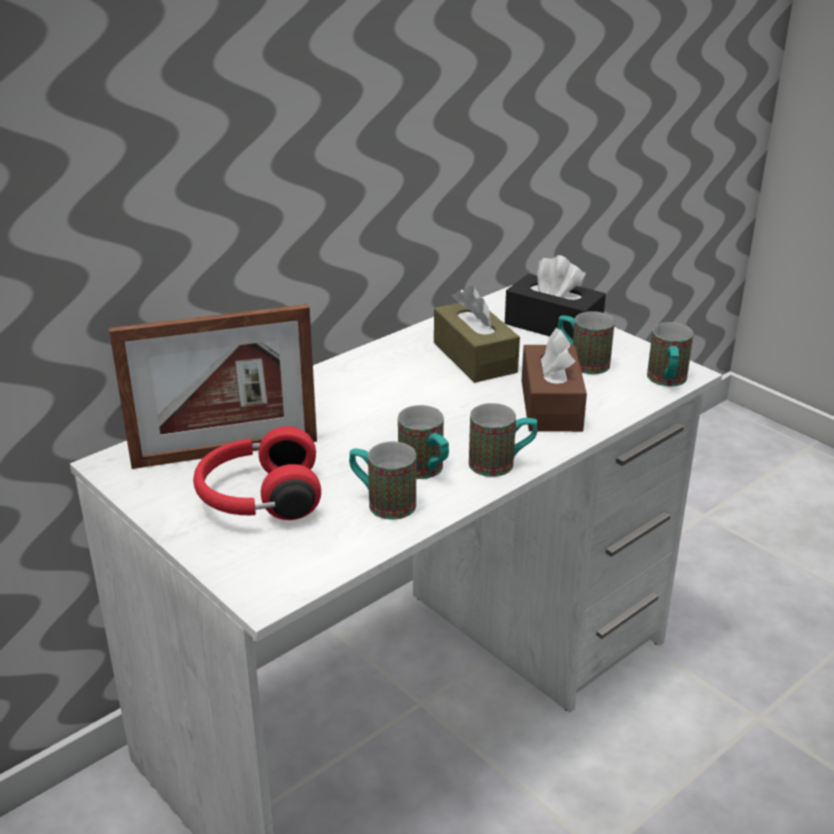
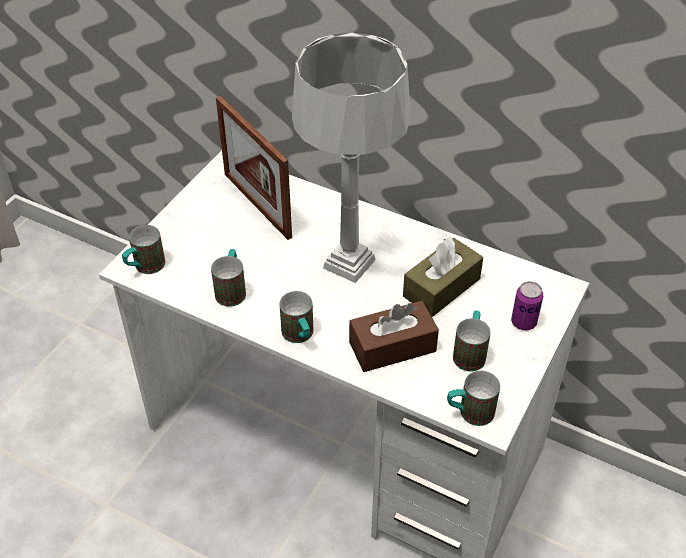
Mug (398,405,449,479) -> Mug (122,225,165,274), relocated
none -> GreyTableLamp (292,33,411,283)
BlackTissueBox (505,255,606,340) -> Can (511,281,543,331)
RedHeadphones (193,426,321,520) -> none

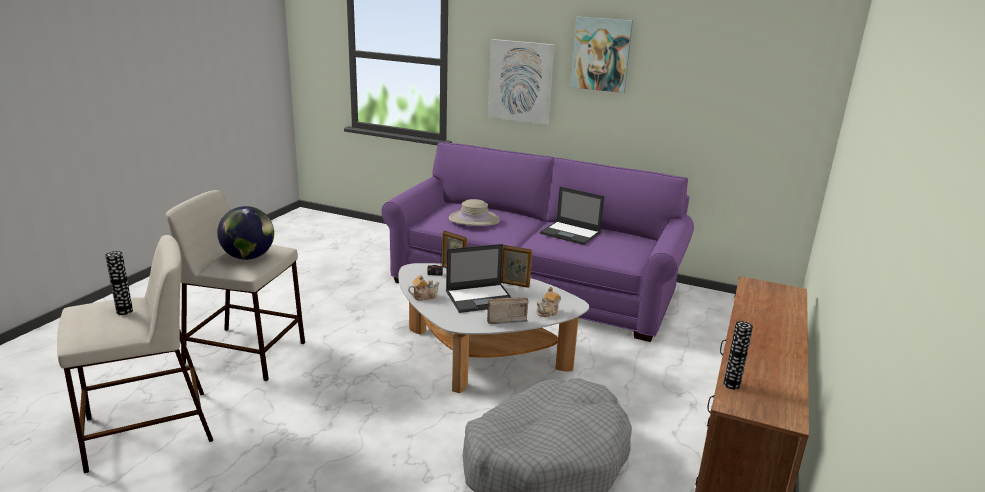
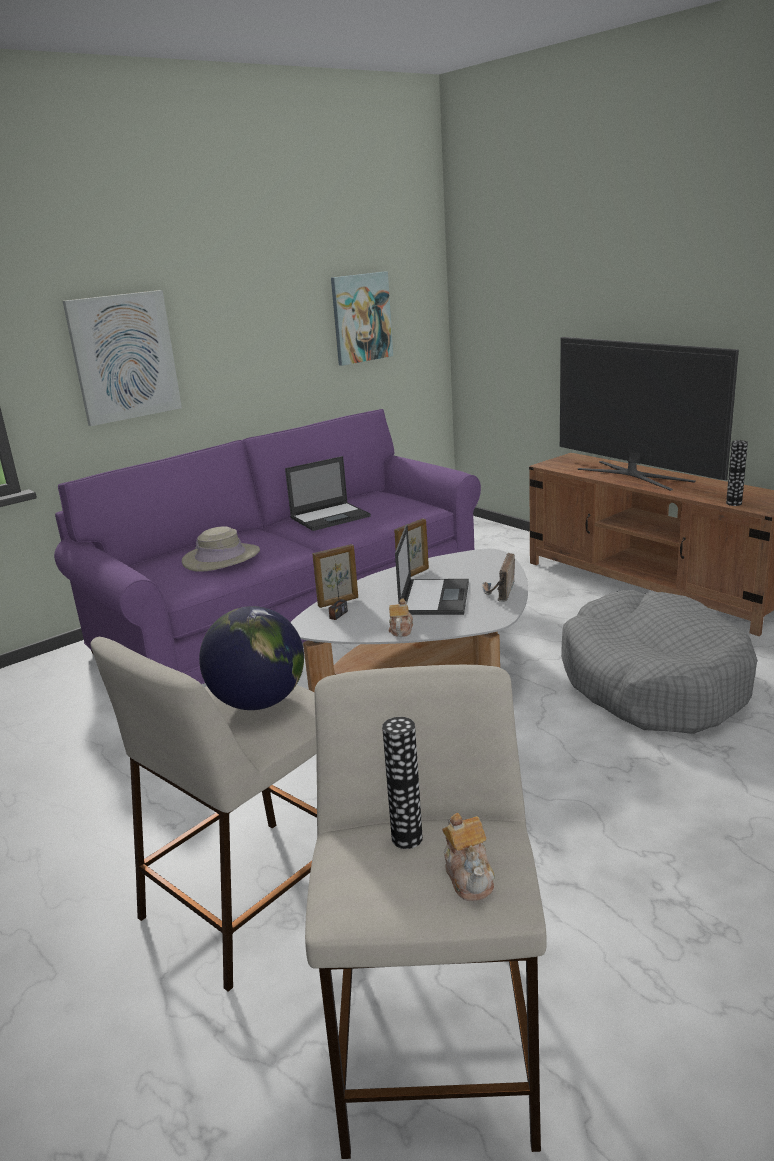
Picture (571,16,633,93) -> Picture (331,271,393,366), relocated
Teapot (536,287,561,317) -> Teapot (442,813,495,901), relocated
none -> Television (560,337,739,491)

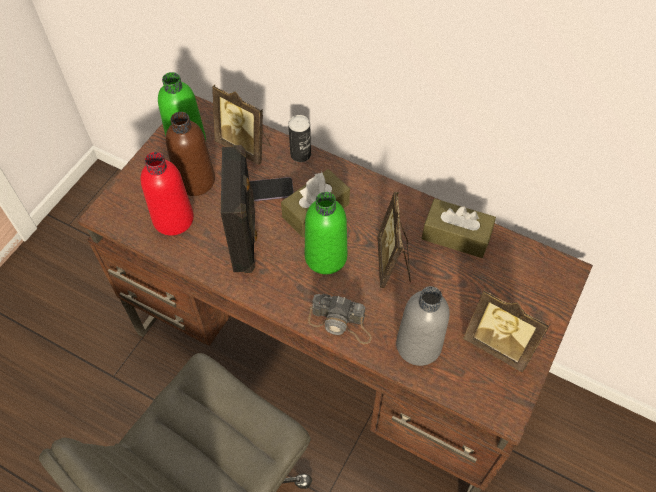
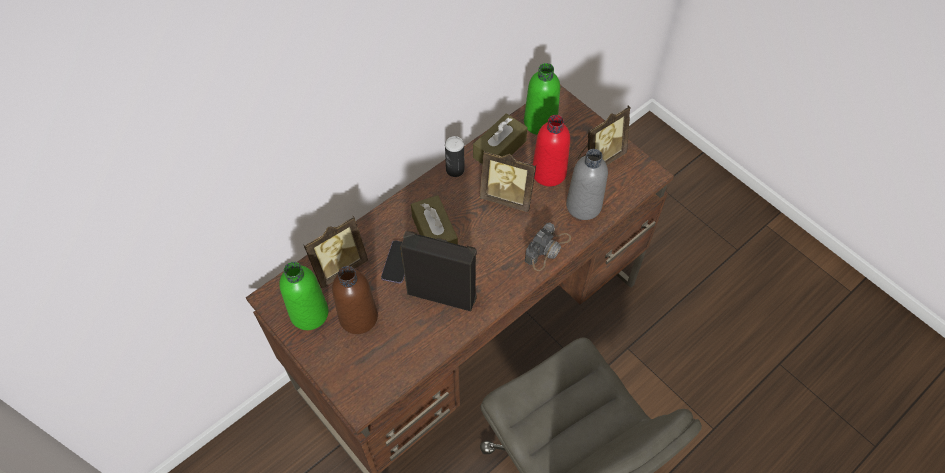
Can (288,115,311,162) -> Can (445,136,465,177), relocated
GreenBottle (305,192,347,274) -> GreenBottle (524,63,560,135), relocated
RedBottle (141,152,194,236) -> RedBottle (533,115,570,186), relocated

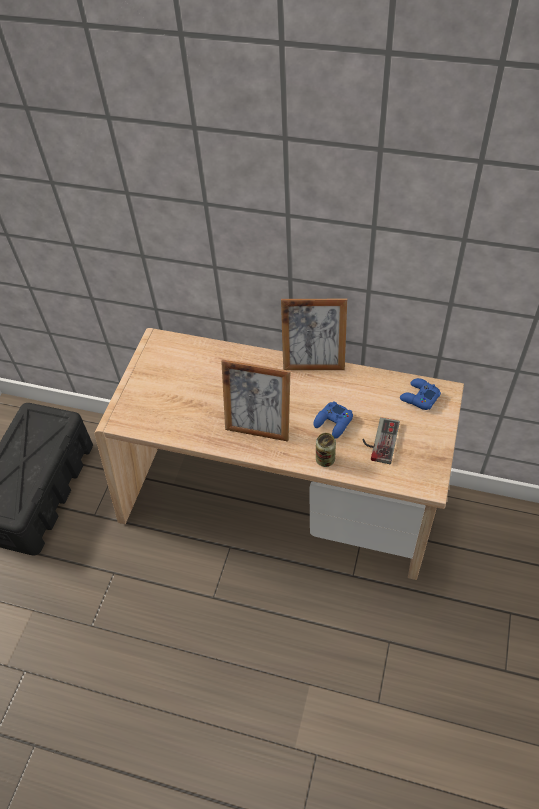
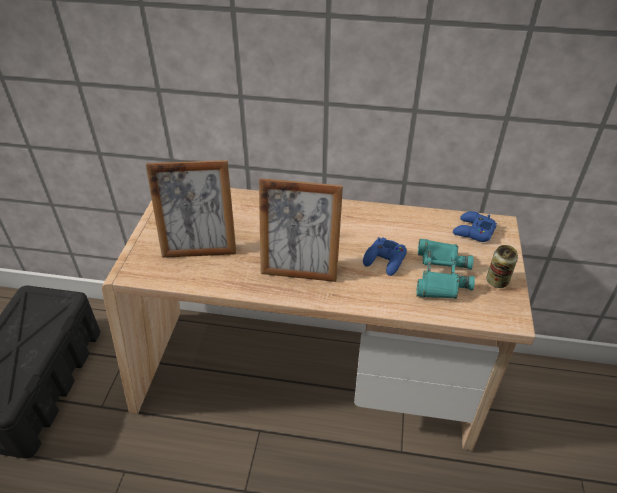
PictureFrame (281,299,347,370) -> PictureFrame (146,160,236,258), relocated
GameController (362,417,400,464) -> TurquoiseBinoculars (416,239,475,299)
Can (316,433,336,467) -> Can (486,245,518,288), relocated

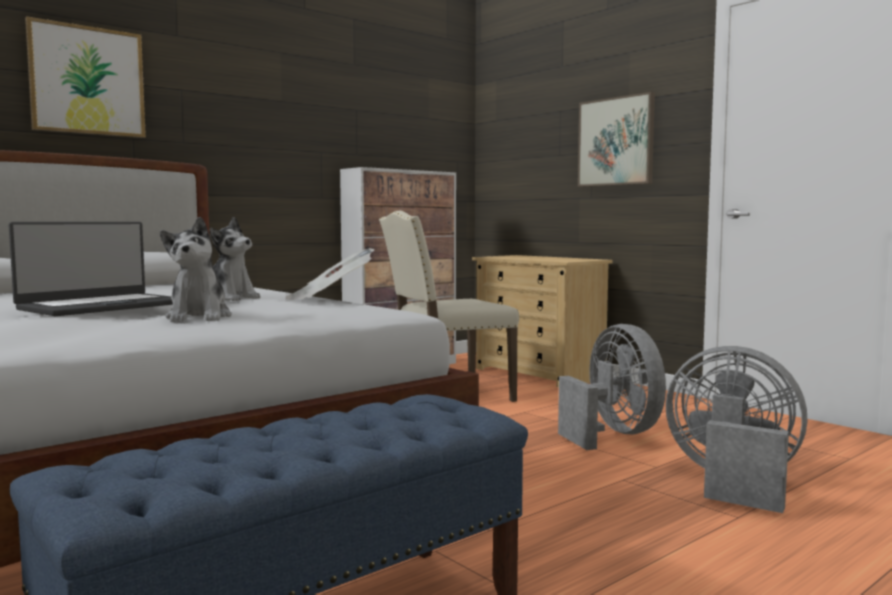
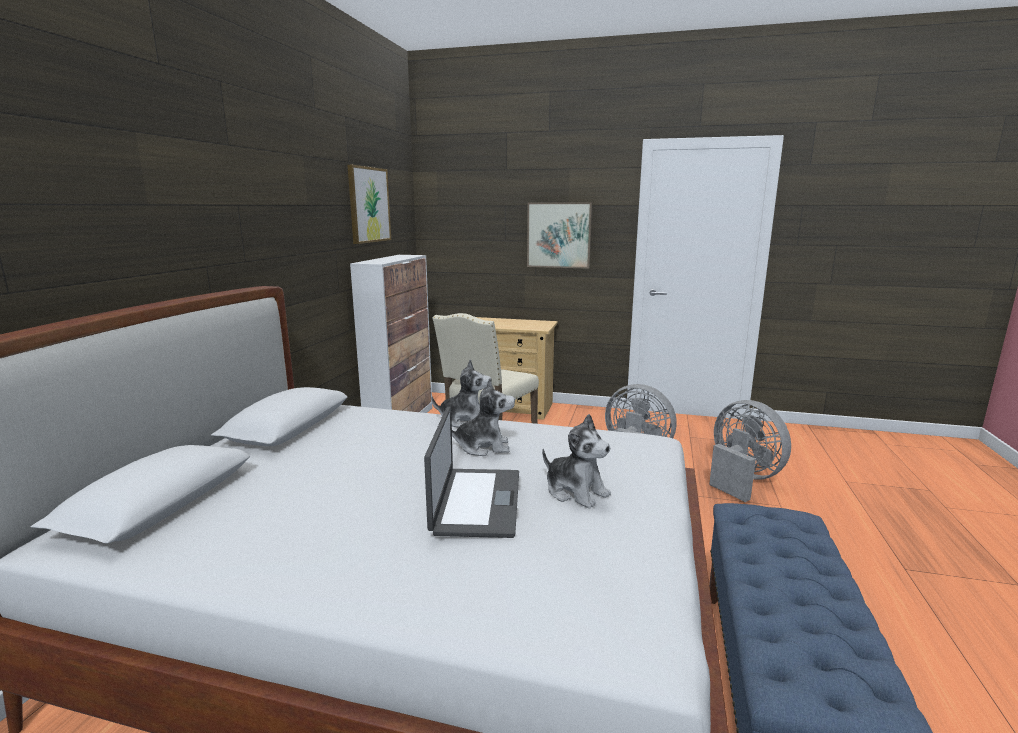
Picture (25,16,146,138) -> Picture (347,165,391,244), relocated
none -> PlushToy (431,359,492,427)
GreyFan (666,346,807,513) -> GreyFan (709,400,791,502), 60 degrees clockwise
Newspaper (286,248,375,300) -> none

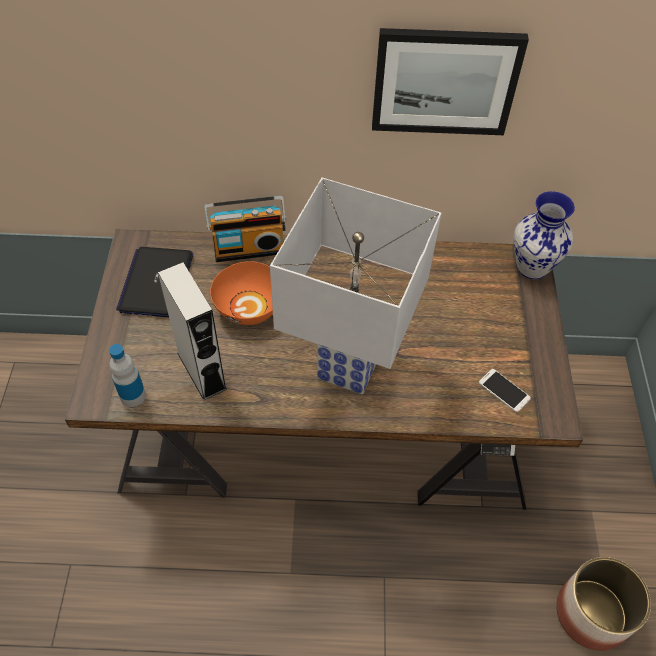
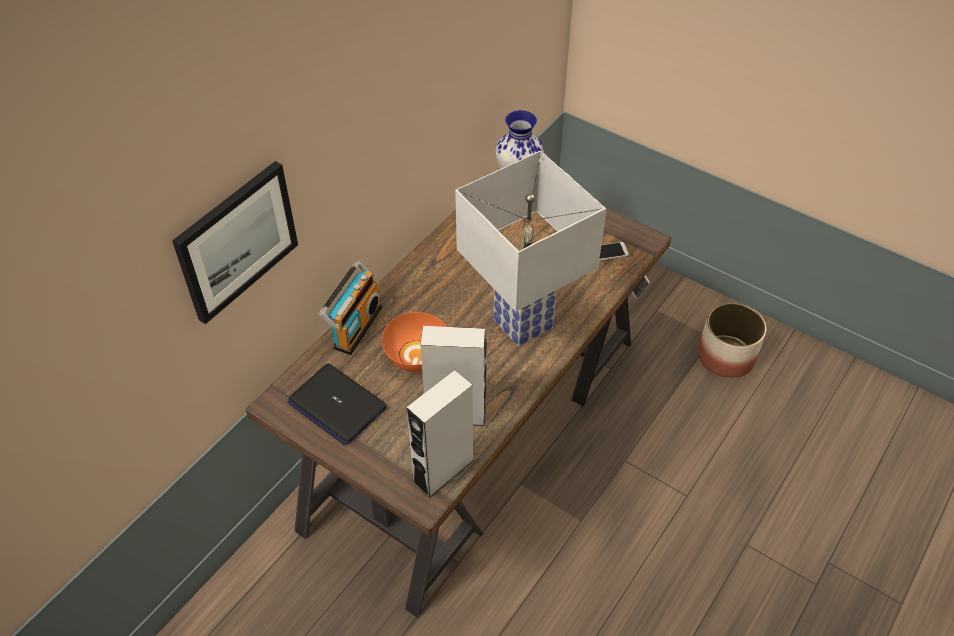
Picture (372,28,529,135) -> Picture (172,161,298,324), relocated
Bottle (109,344,146,407) -> GreySpeaker (406,370,474,498)

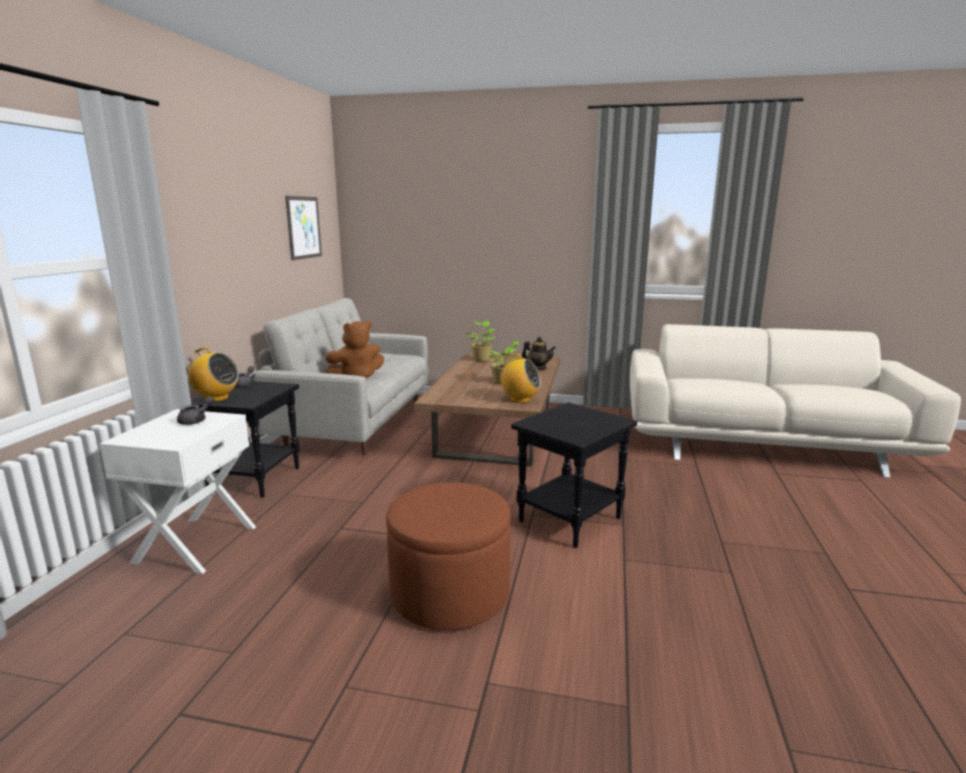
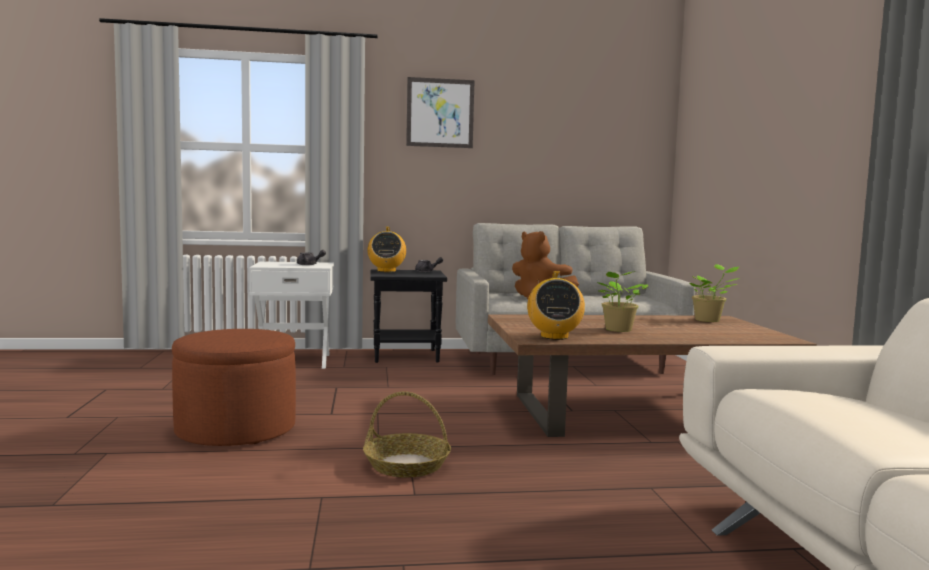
BlackSideTable (511,402,637,548) -> Basket (363,391,451,478)
Picture (285,196,322,260) -> Picture (406,77,475,148), relocated
Teapot (522,337,556,369) -> none

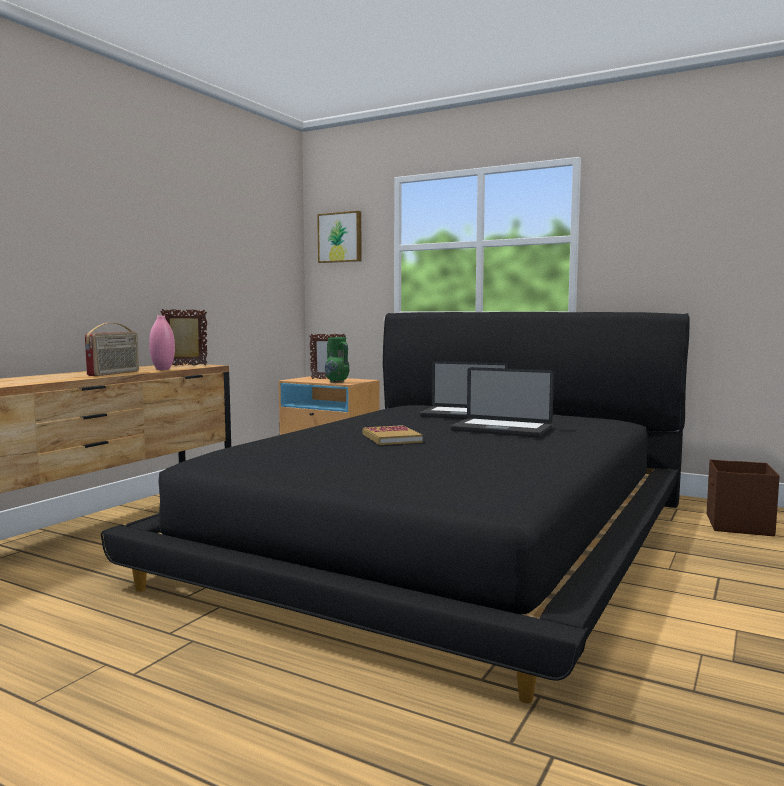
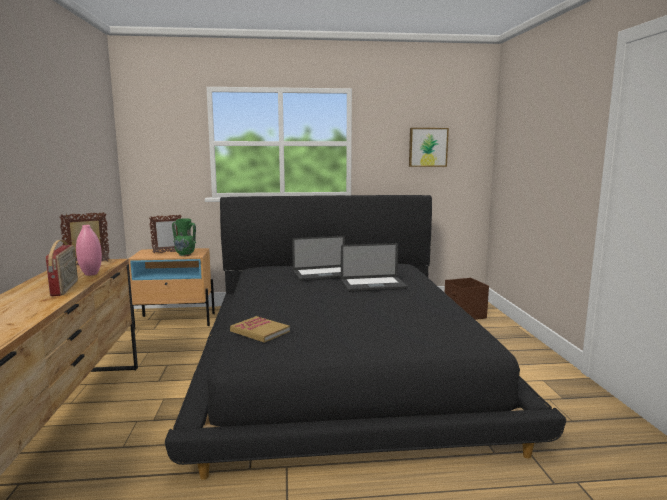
Book (363,425,423,445) -> Book (230,316,290,343), relocated
Picture (317,211,362,263) -> Picture (409,128,449,167), relocated

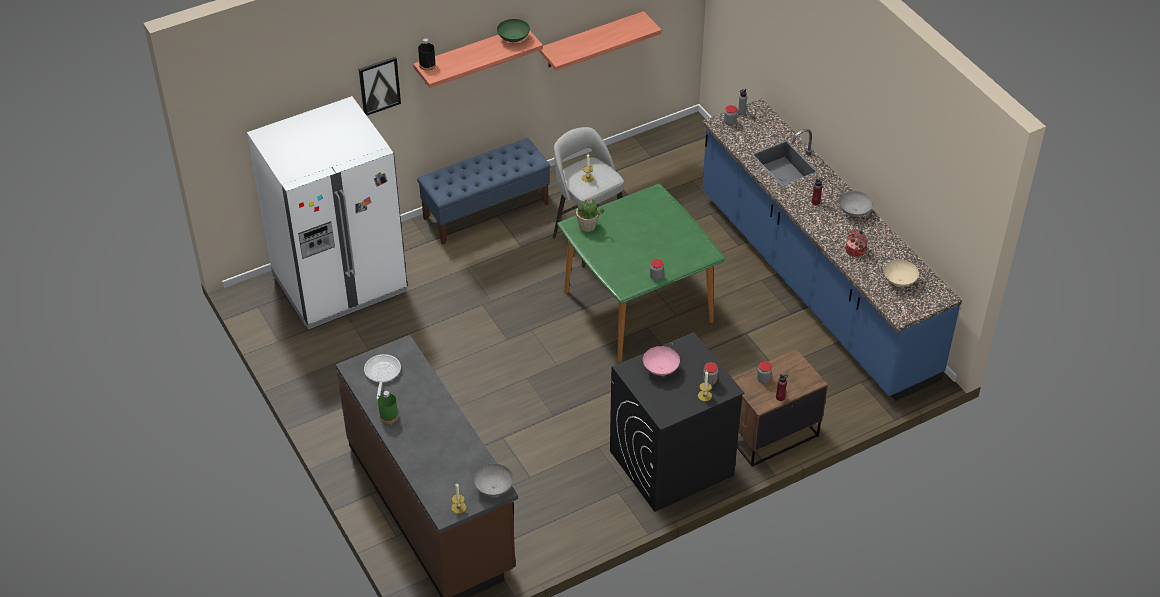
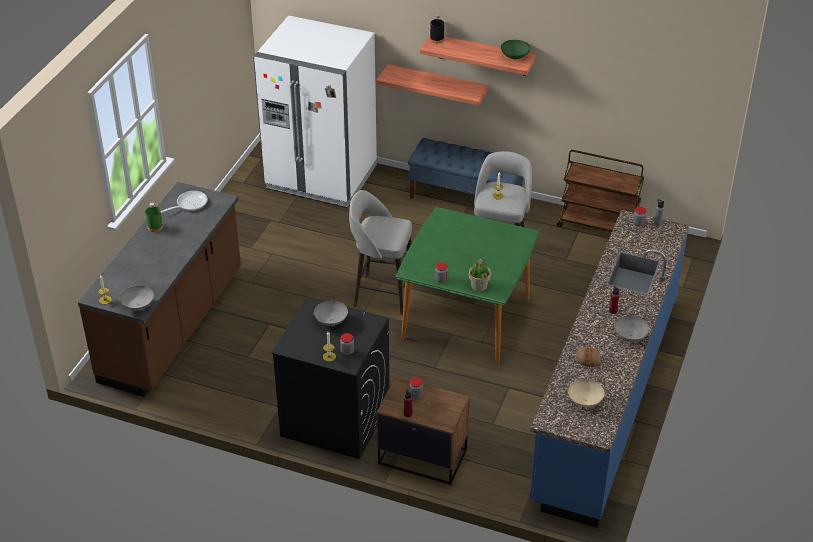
PinkBowl (643,346,680,376) -> GreyBowl (314,300,348,326)
none -> GreyStool (349,190,413,315)
Shelf (539,11,662,71) -> Shelf (376,64,489,106), relocated
PottedPlant (576,198,604,232) -> PottedPlant (469,259,491,291), relocated
none -> BrownCart (557,150,644,232)
CookingPot (846,230,869,257) -> Bread (576,347,601,367)
Picture (359,57,401,116) -> none

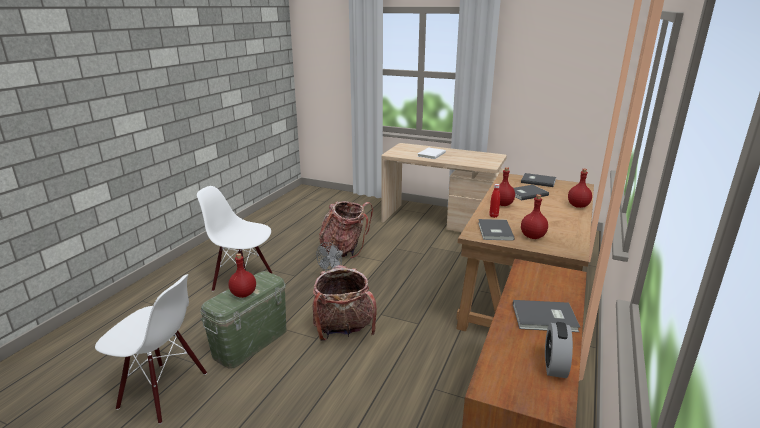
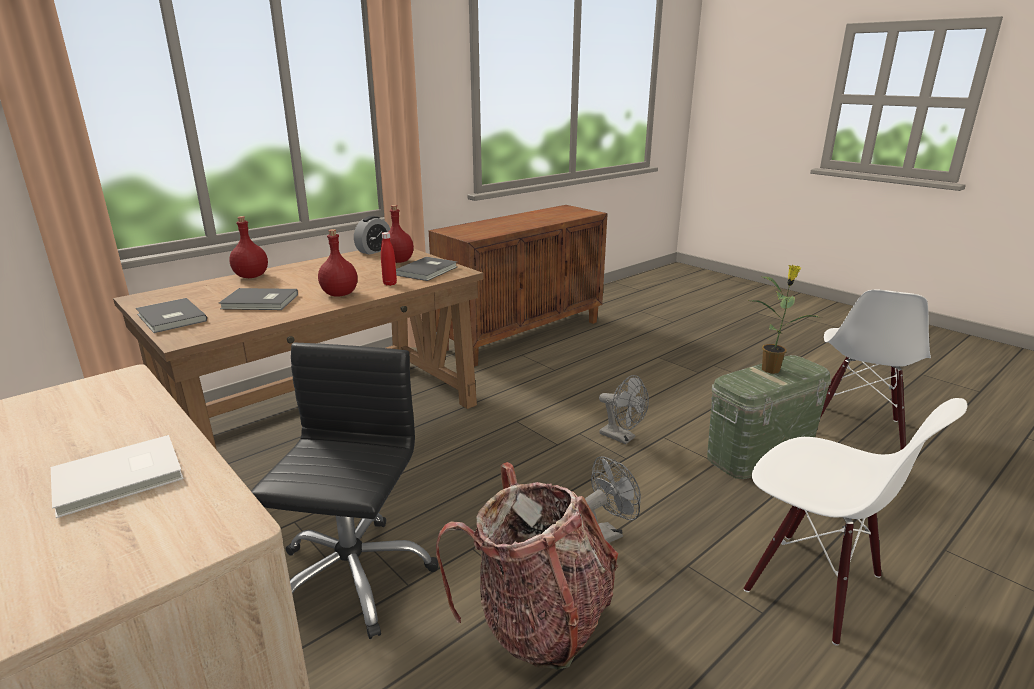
none -> BlackOfficeChair (251,343,438,639)
AlarmClock (545,322,573,378) -> AlarmClock (354,216,390,255), relocated
Backpack (312,265,377,341) -> GreyFan (599,375,649,444)
RedBottle (228,253,256,298) -> PottedPlant (753,265,822,374)
WhiteChair (95,274,207,424) -> WhiteChair (820,289,931,450), 105 degrees counterclockwise
GreyBook (513,300,580,332) -> none

